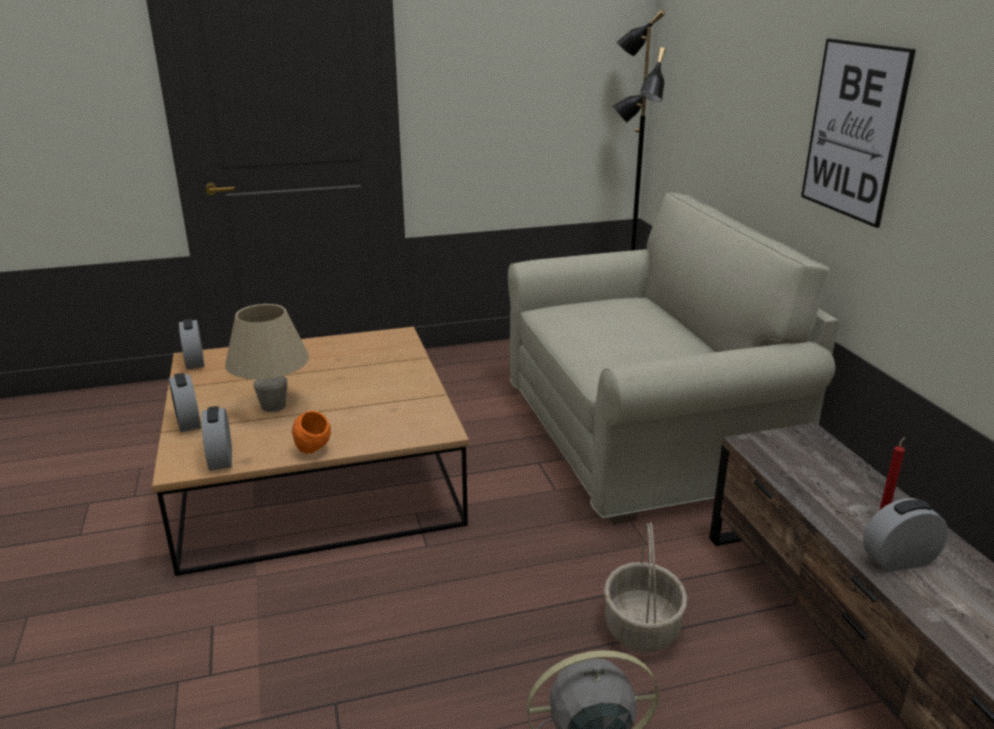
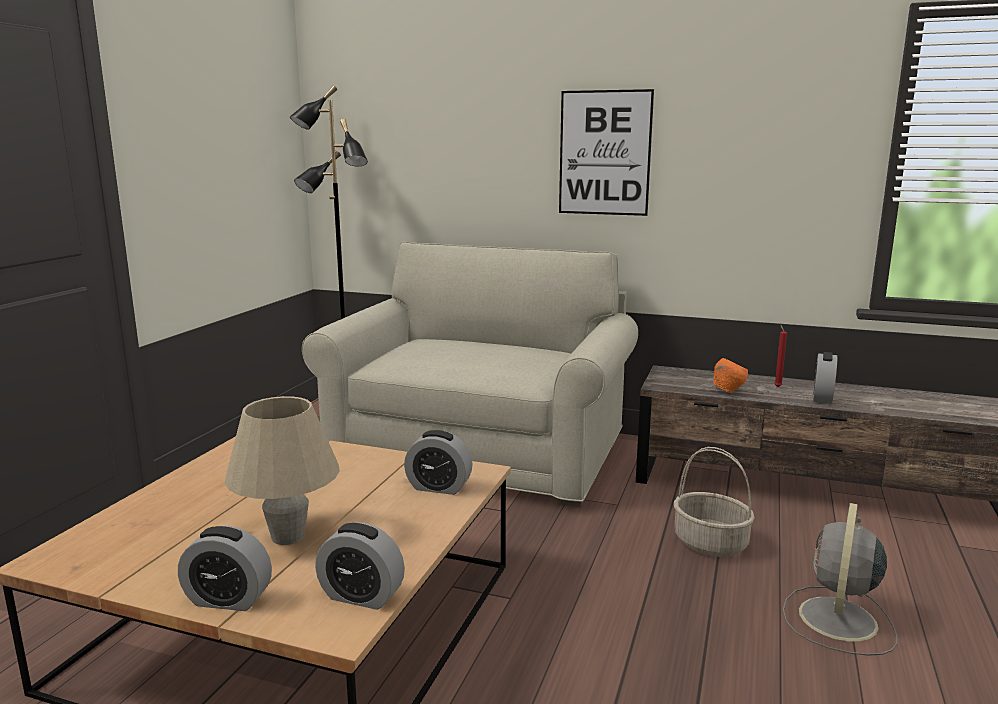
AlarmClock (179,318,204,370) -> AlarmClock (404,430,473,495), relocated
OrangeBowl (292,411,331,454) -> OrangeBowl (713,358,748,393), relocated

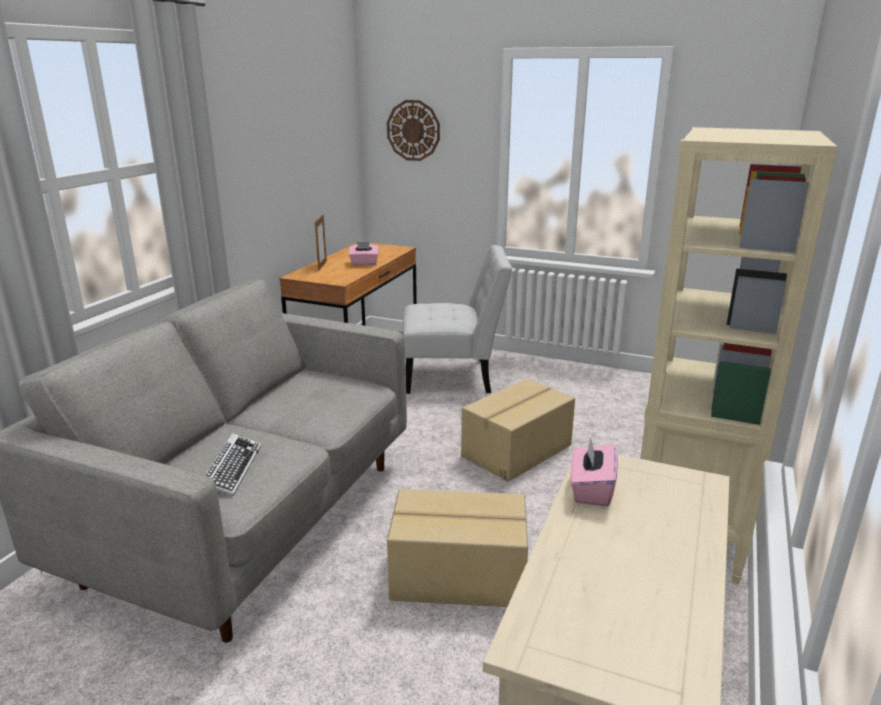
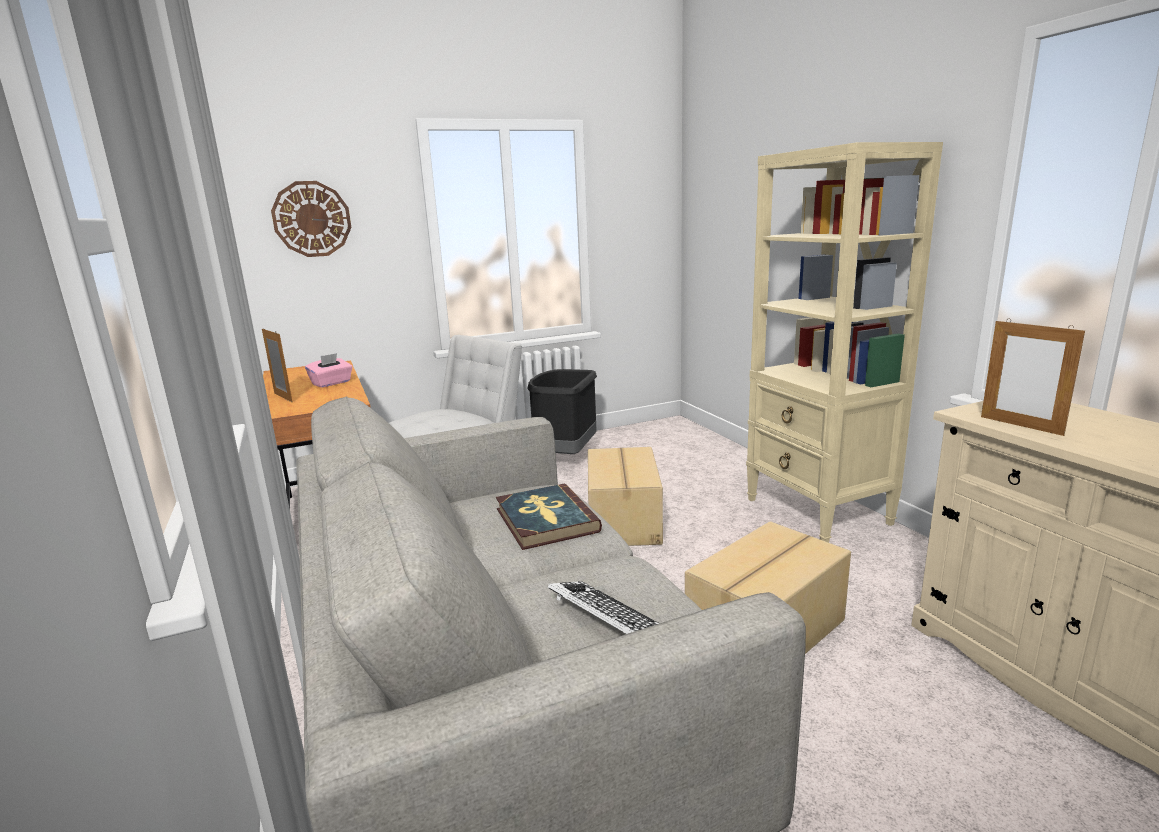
none -> Book (496,484,602,550)
none -> BlackTrashCan (527,369,597,454)
PinkTissueBox (570,437,618,507) -> PictureFrame (981,319,1085,436)

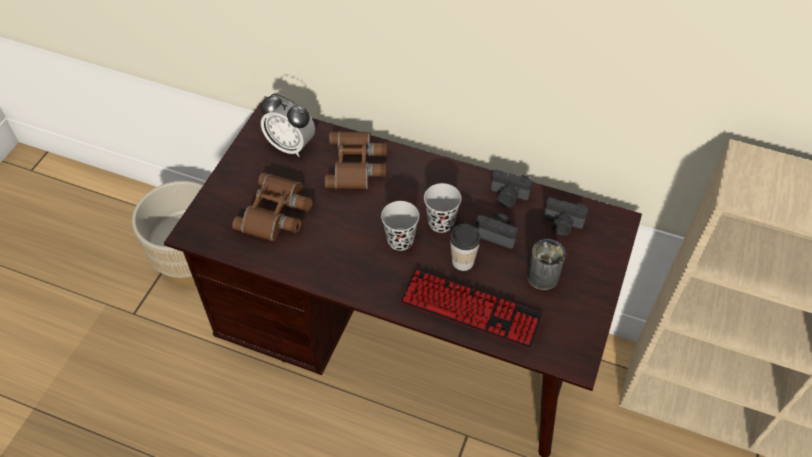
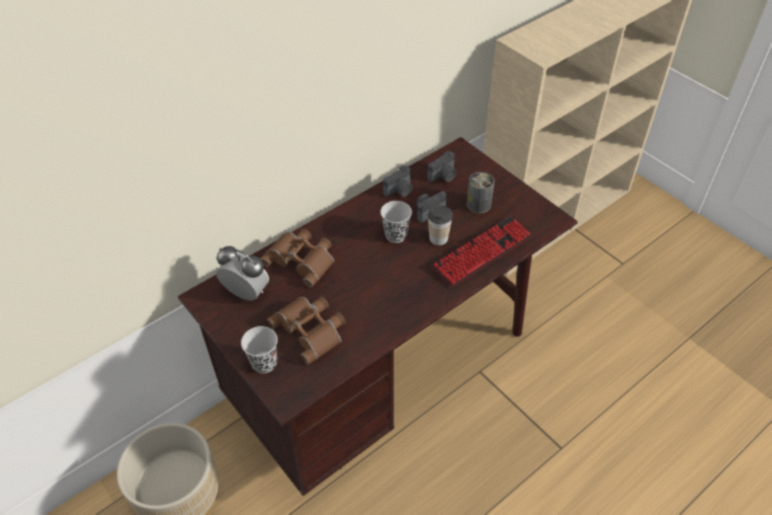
AlarmClock (260,93,315,157) -> AlarmClock (216,246,269,301), 120 degrees counterclockwise
BlackCup (381,201,419,251) -> BlackCup (241,326,278,373), relocated

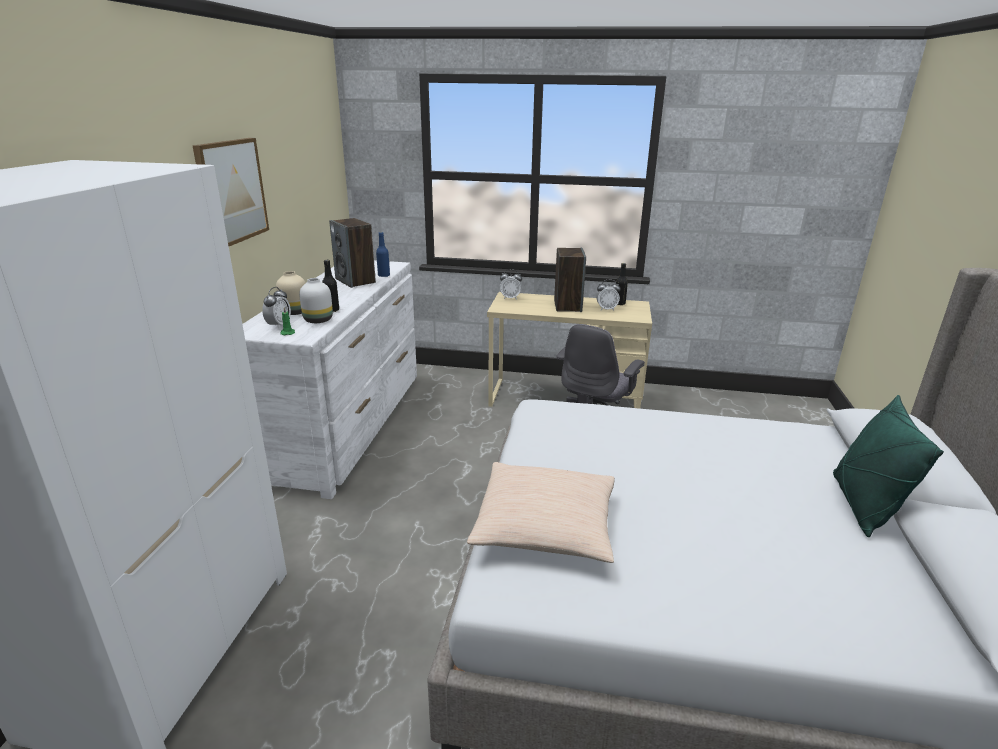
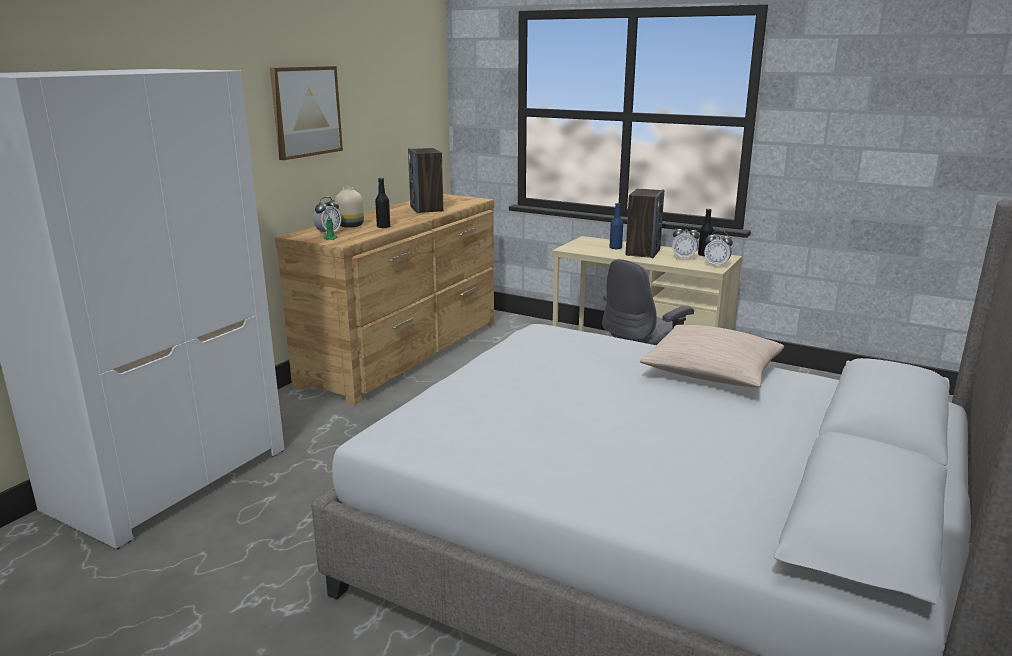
WhiteDresser (243,261,417,499) -> BrownDresser (275,194,494,405)
BlueBottle (376,232,390,277) -> BlueBottle (610,203,623,249), relocated
BeigePillow (467,462,615,563) -> BeigePillow (640,325,784,387), relocated
AlarmClock (500,269,522,300) -> AlarmClock (704,231,733,268), relocated
WhiteVase (299,278,333,323) -> none
GreenPillow (833,395,944,537) -> none

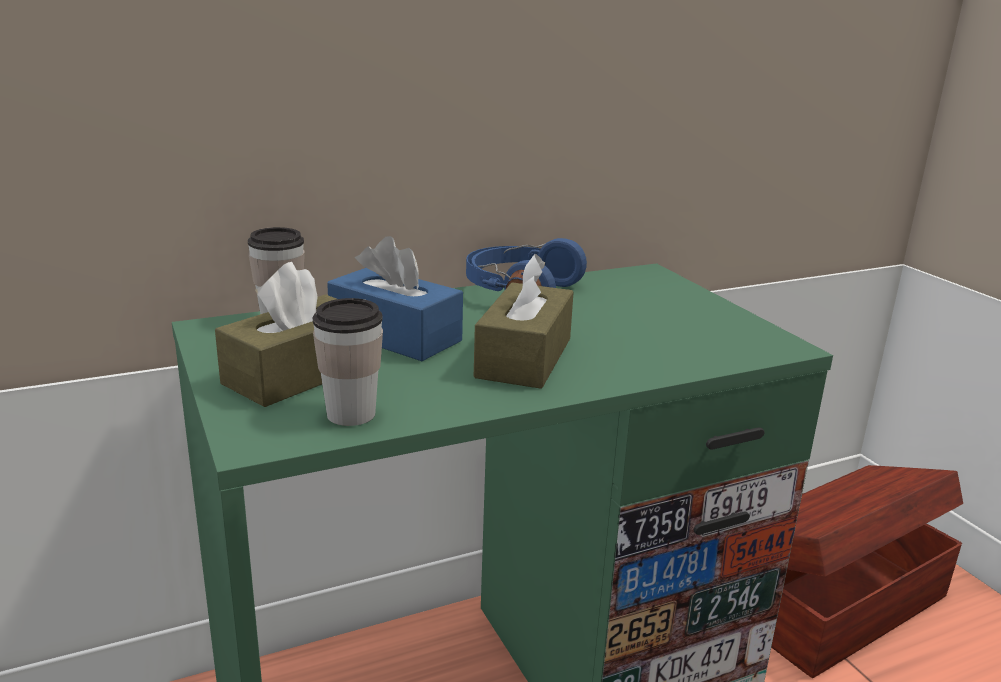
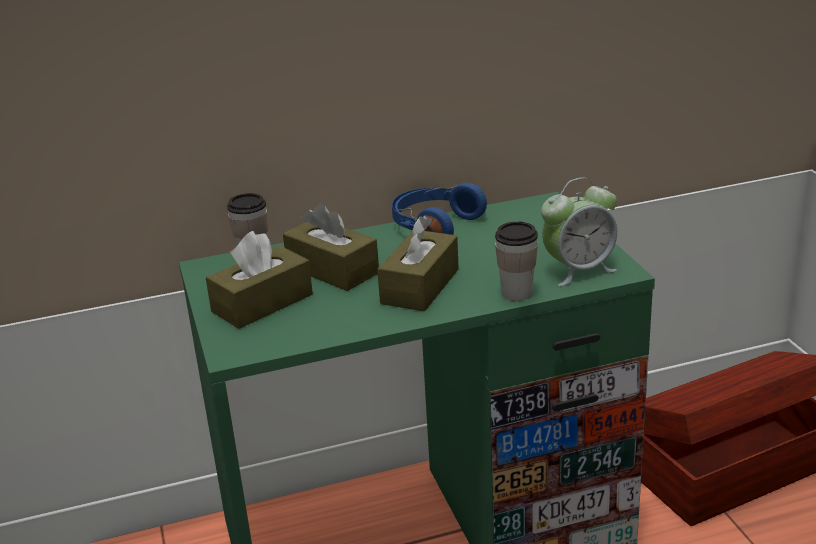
BlueTissueBox (327,236,463,361) -> BrownTissueBox (283,203,379,291)
Cup (313,298,383,426) -> Cup (495,221,538,301), relocated
none -> AlarmClock (541,177,617,286)

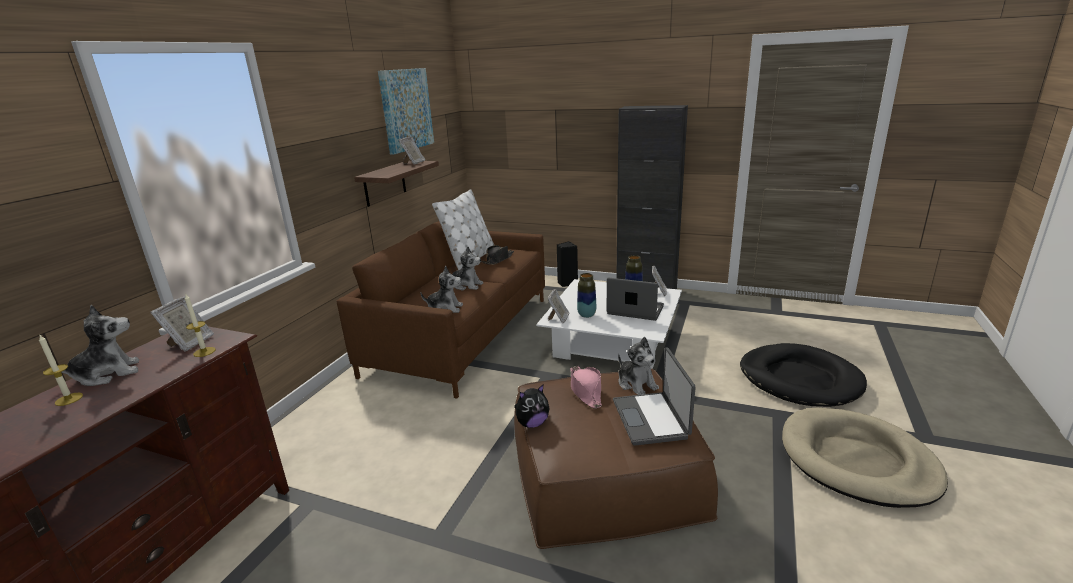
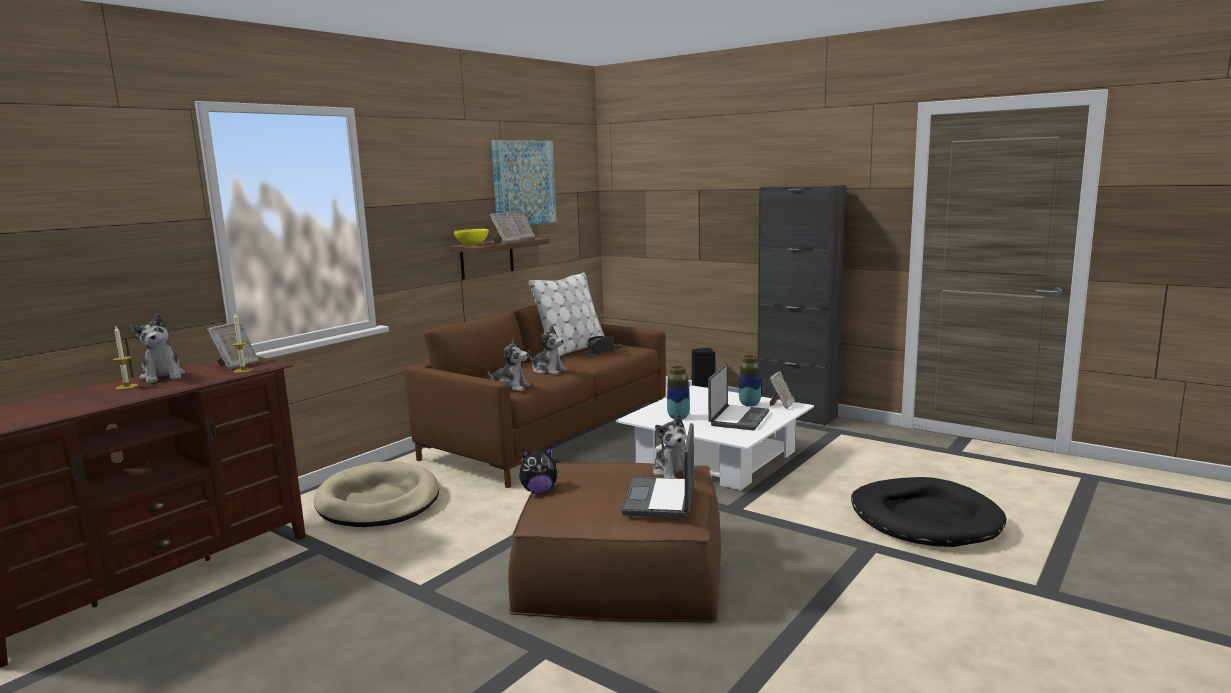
PlushToy (61,305,139,386) -> PlushToy (130,314,186,383), 75 degrees clockwise
BeigeDogBed (782,408,948,508) -> BeigeDogBed (314,461,439,527), relocated
none -> YellowBowl (454,229,489,245)
PictureFrame (547,289,569,323) -> PictureFrame (490,213,520,243), relocated
Laptop (607,278,664,321) -> Laptop (708,364,770,430), 75 degrees clockwise
PinkHat (570,366,602,409) -> none

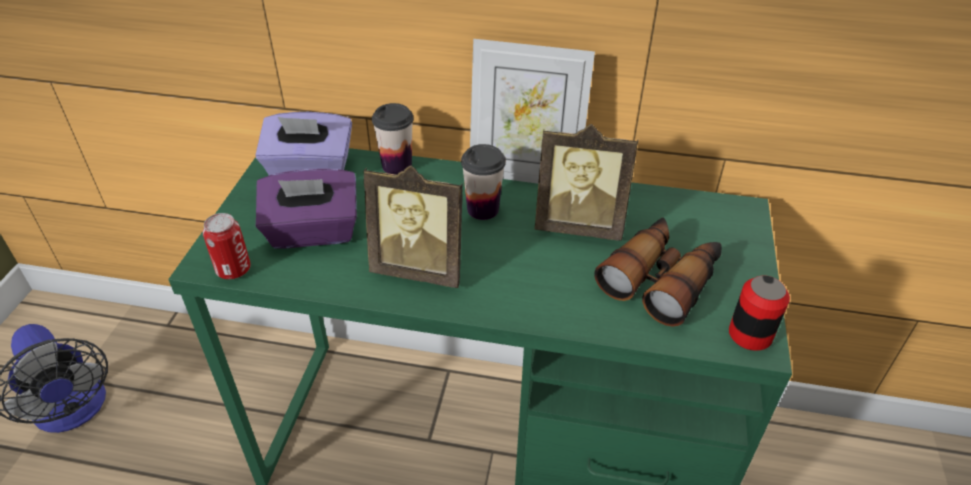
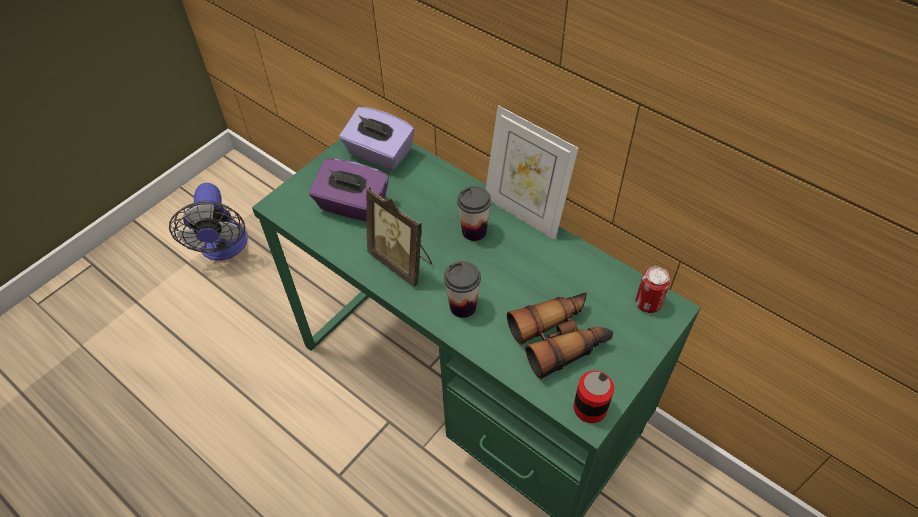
Cup (372,103,414,174) -> Cup (444,261,481,318), relocated
Can (203,213,251,279) -> Can (635,266,670,313), relocated
PictureFrame (535,124,638,241) -> none

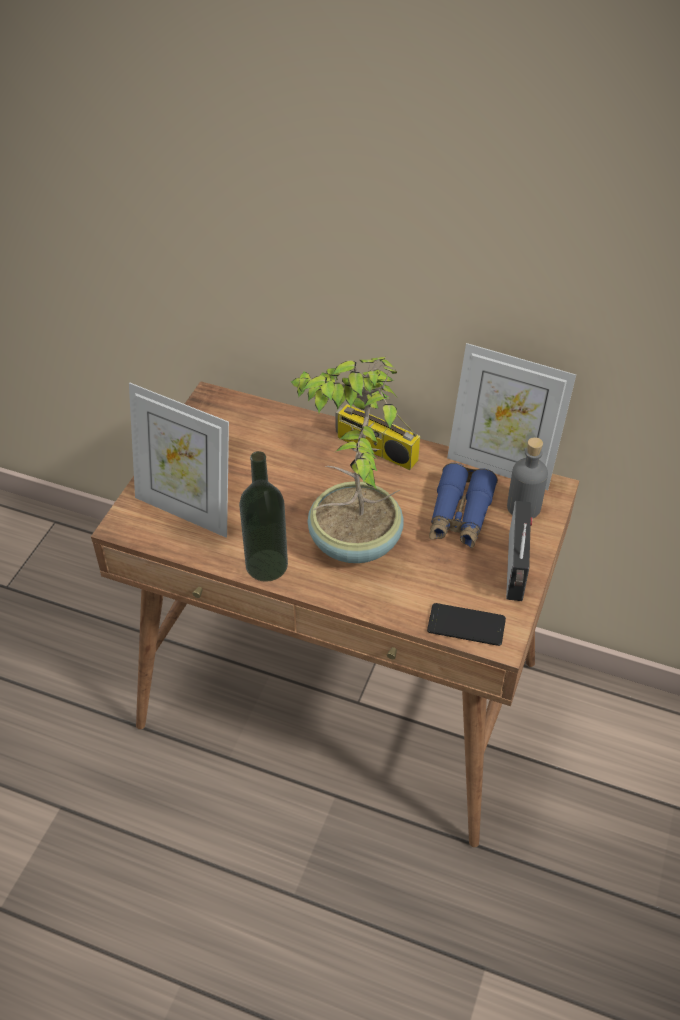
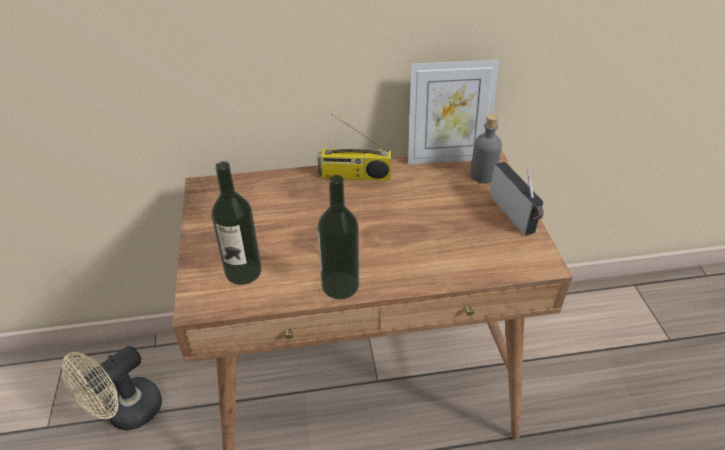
none -> BeigeFan (61,346,162,430)
PictureFrame (129,383,229,538) -> Bottle (212,161,262,285)
PottedPlant (291,357,404,563) -> none
Phone (427,603,506,646) -> none
BlueBinoculars (429,463,498,548) -> none

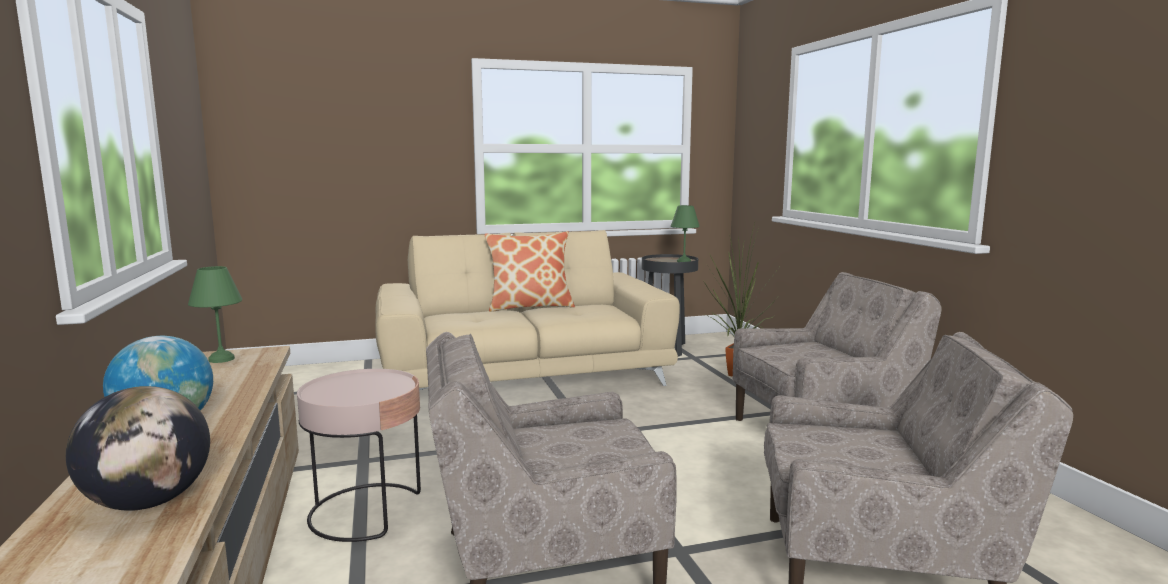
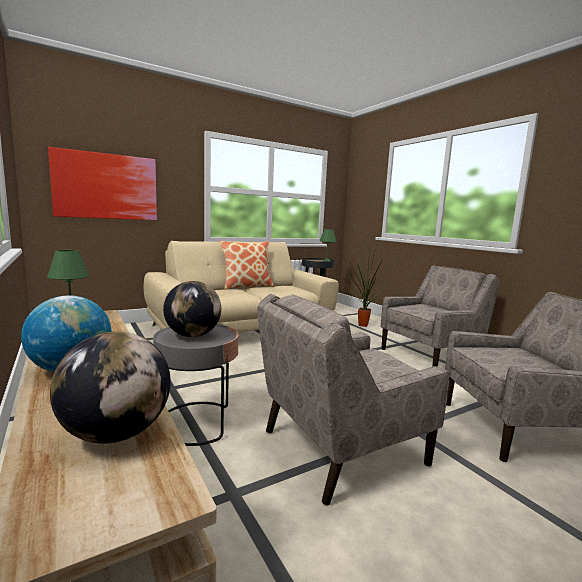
none -> Picture (48,147,157,220)
PinkSideTable (297,369,421,542) -> GreySideTable (153,324,239,446)
none -> Globe (163,281,221,337)

